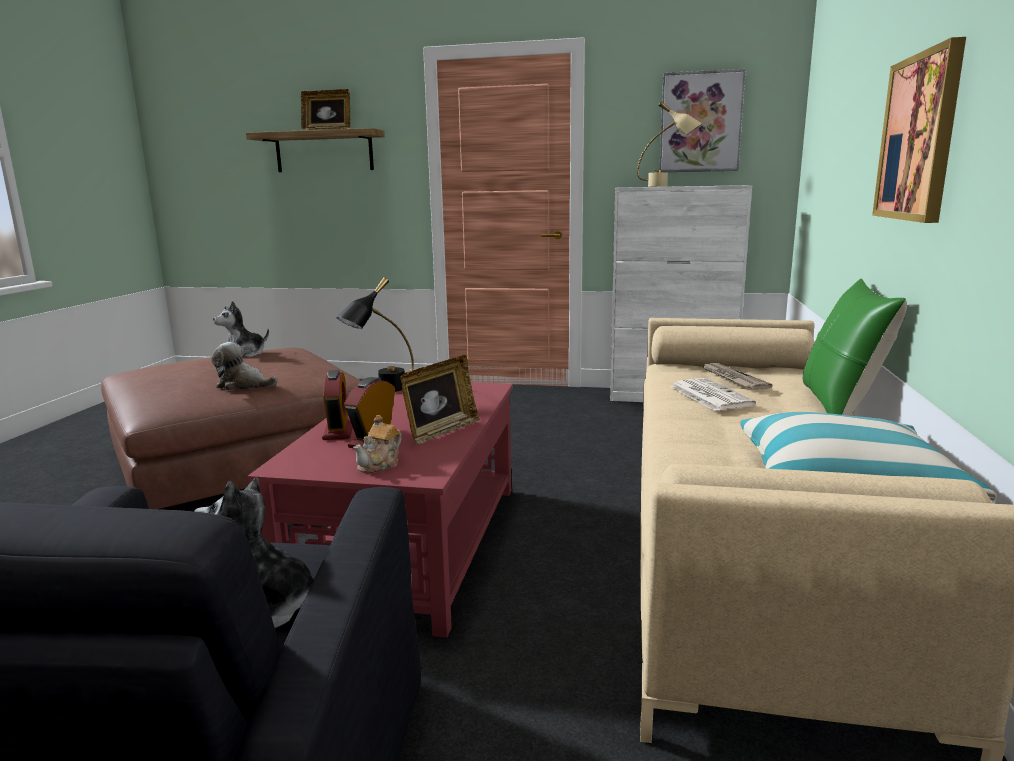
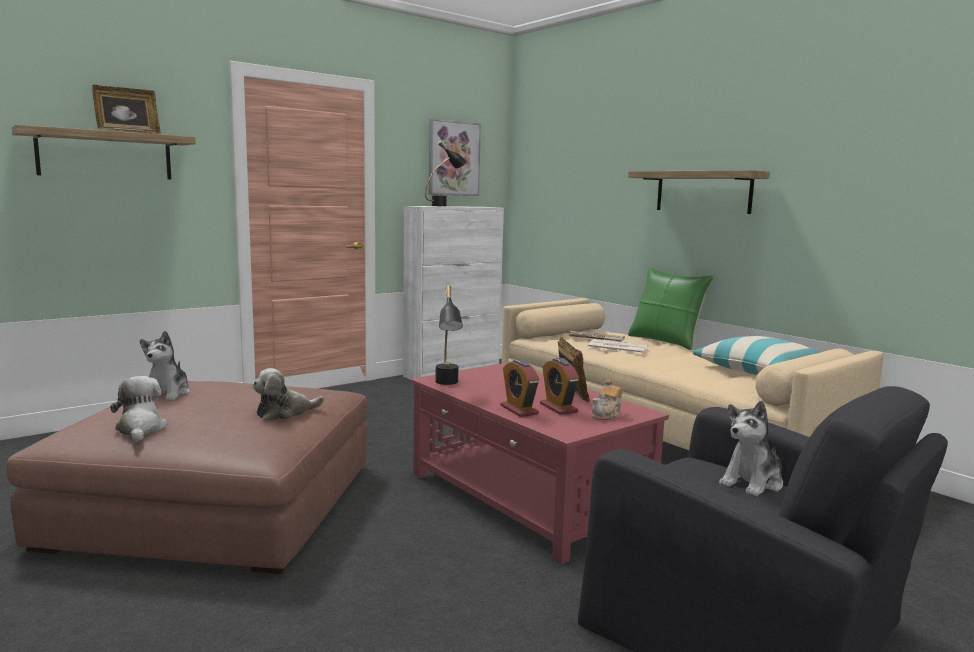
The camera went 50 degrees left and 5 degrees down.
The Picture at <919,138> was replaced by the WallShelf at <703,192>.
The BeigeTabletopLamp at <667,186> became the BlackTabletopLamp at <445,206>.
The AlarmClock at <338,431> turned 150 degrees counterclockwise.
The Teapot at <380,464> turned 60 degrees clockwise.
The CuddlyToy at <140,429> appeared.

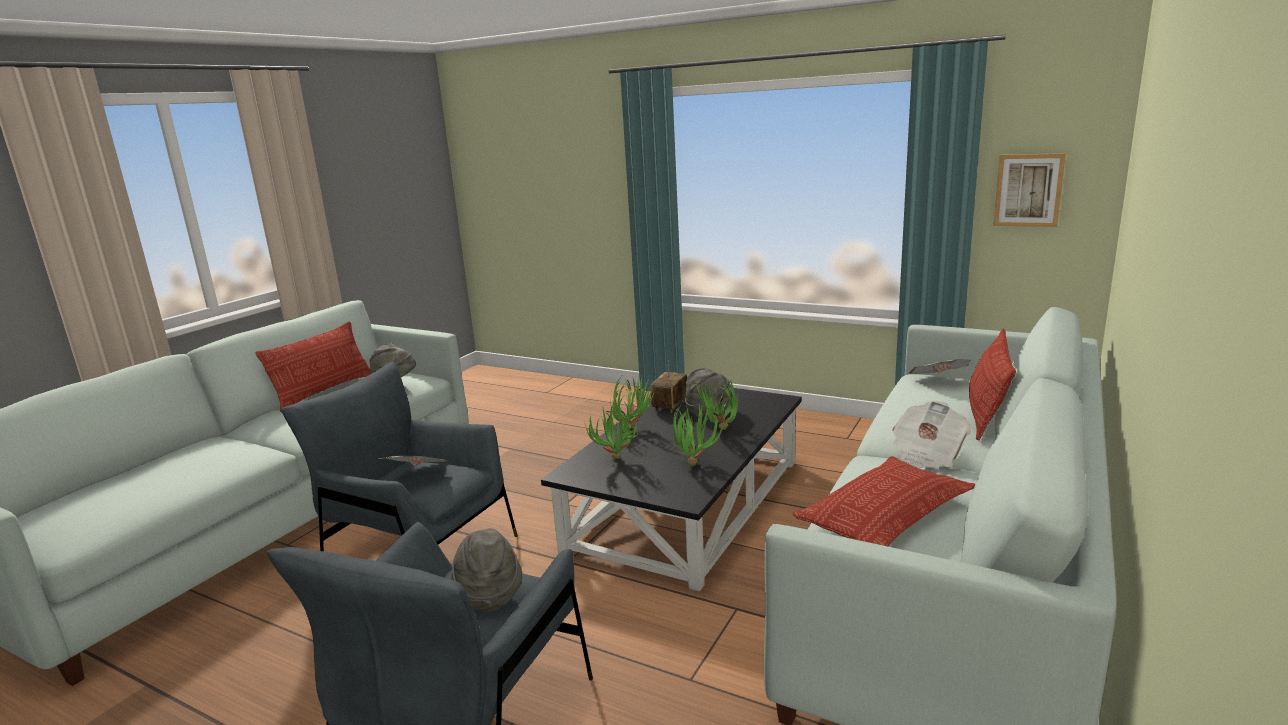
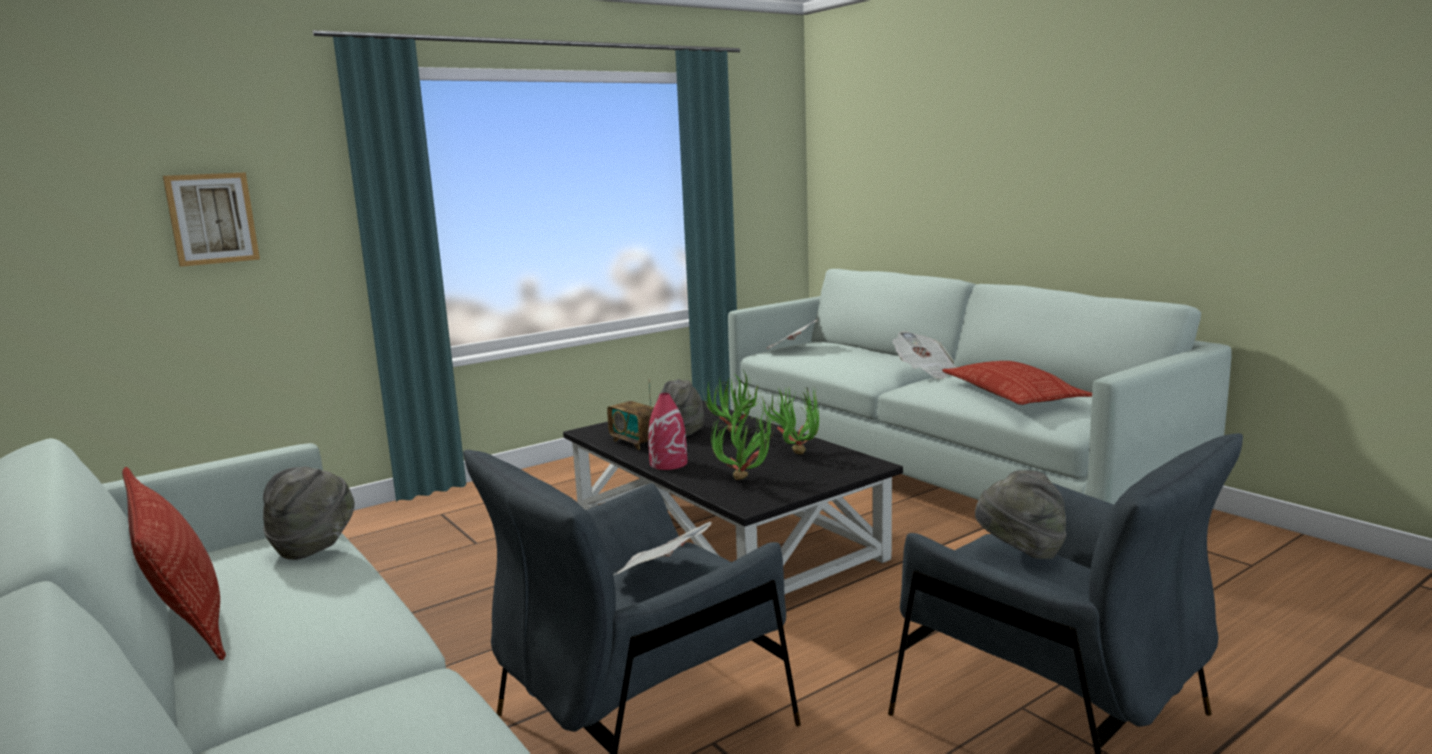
The camera went 65 degrees left and 5 degrees down.
The Picture moved from <1028,190> to <212,218>.
The Cushion at <986,414> disappeared.
The Houseplant at <633,428> was replaced by the ReddishVase at <668,463>.

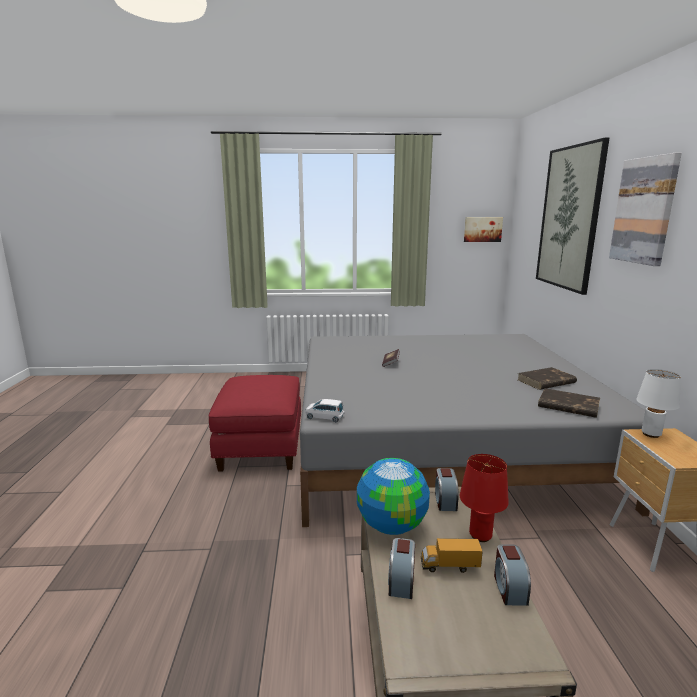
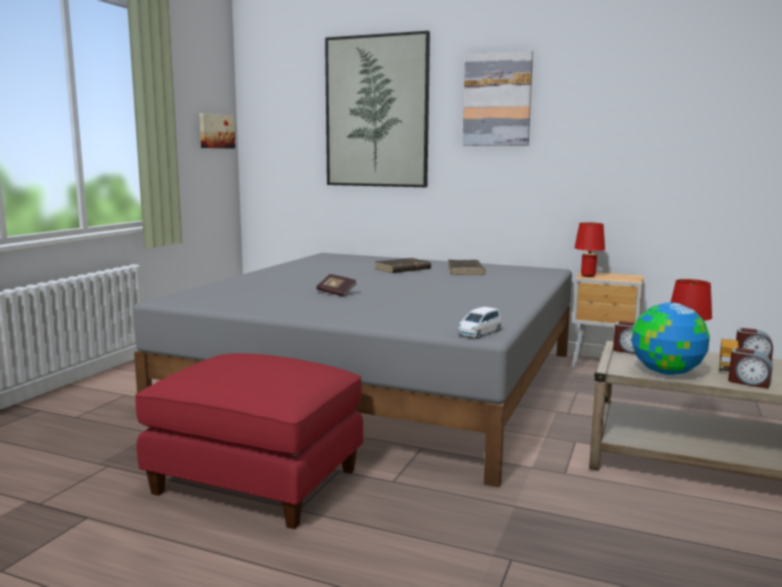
The camera went 65 degrees left and 5 degrees down.
The WhiteTabletopLamp at <650,434> became the ReddishTabletopLamp at <587,276>.
The BrownishBook moved from <567,406> to <402,269>.

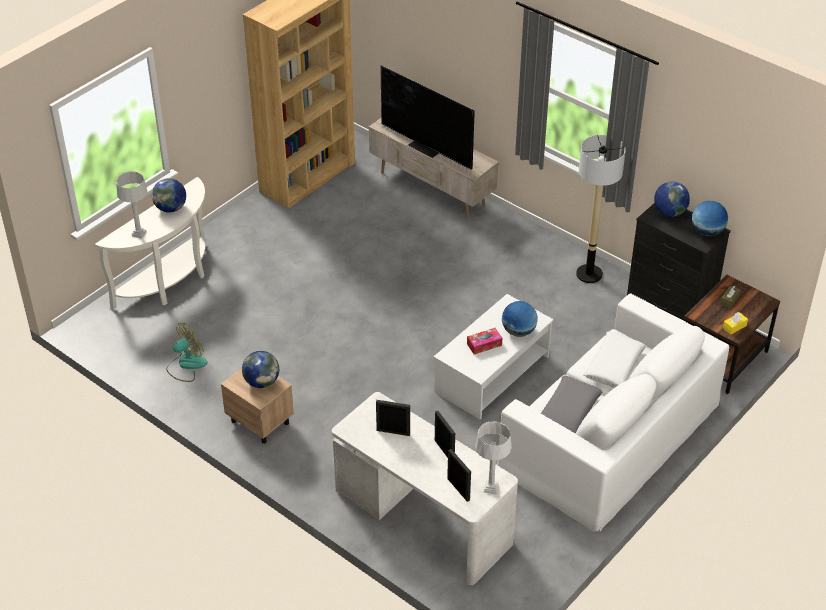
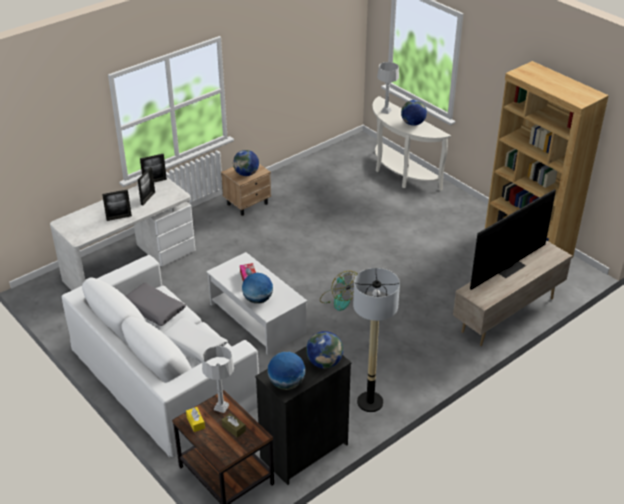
The camera went 100 degrees right and 5 degrees down.
The Fan moved from <186,365> to <339,299>.
The GreyishTabletopLamp moved from <490,488> to <221,407>.
The StandingFrame moved from <458,489> to <155,181>.

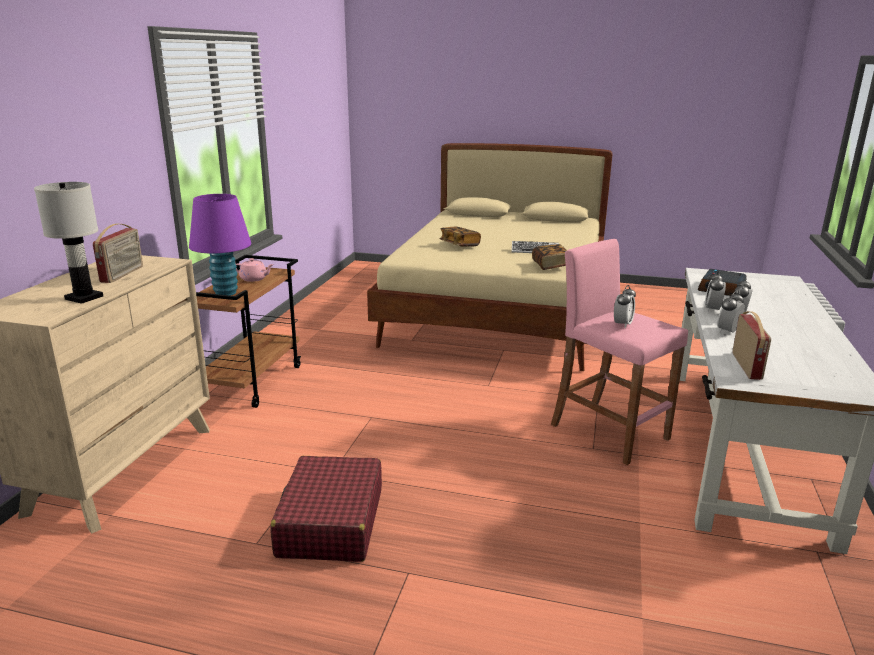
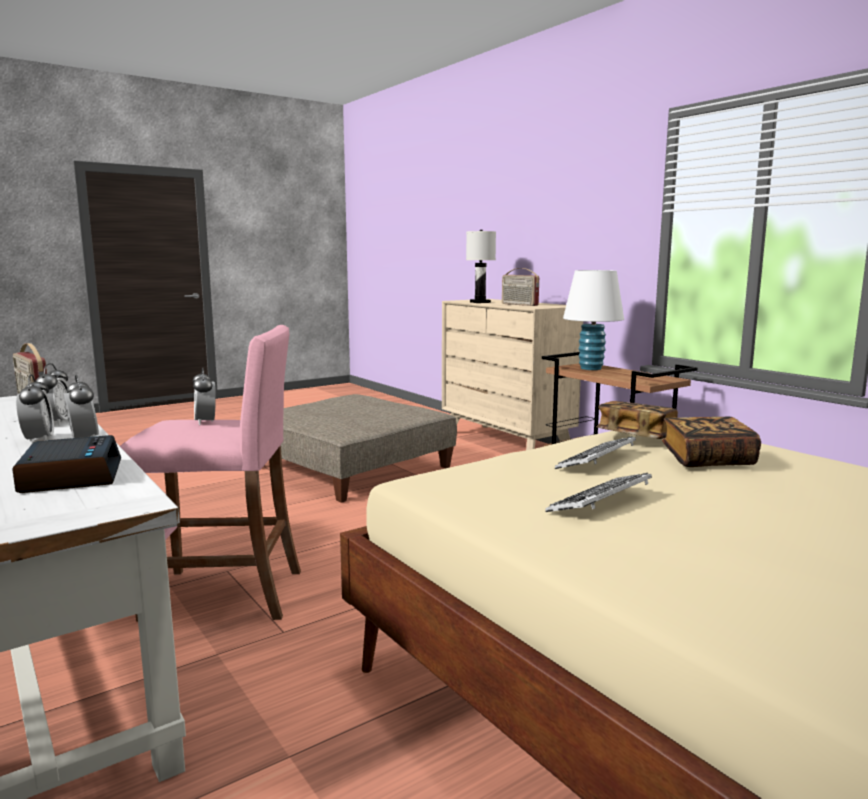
The camera went 130 degrees right and 10 degrees down.
The PurpleTabletopLamp at <226,293> became the WhiteTabletopLamp at <591,368>.
The Book moved from <550,266> to <636,436>.
The PinkColouredTeapot at <254,279> disappeared.
The ReddishTravelCase at <330,523> was replaced by the BeigeFootrest at <351,468>.
The PcKeyboard at <597,460> appeared.

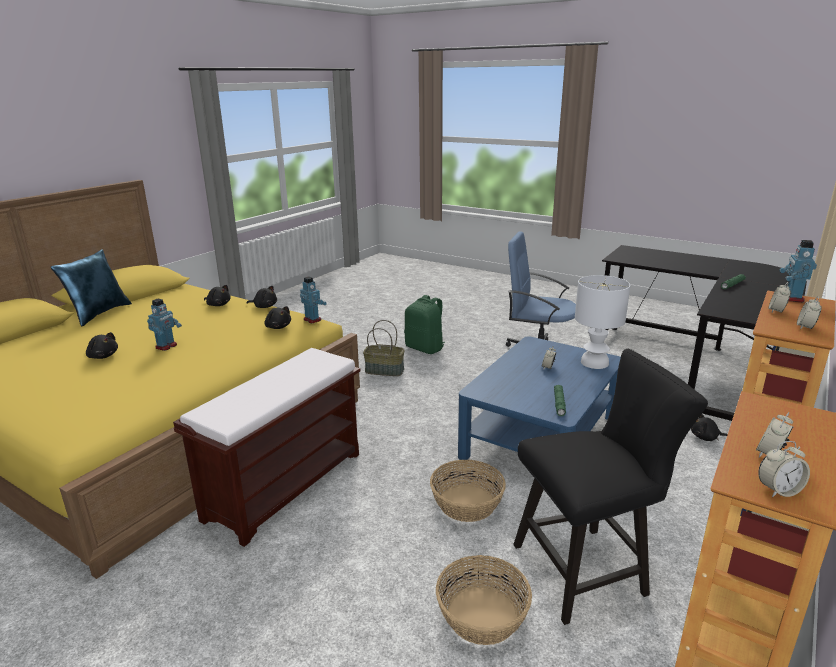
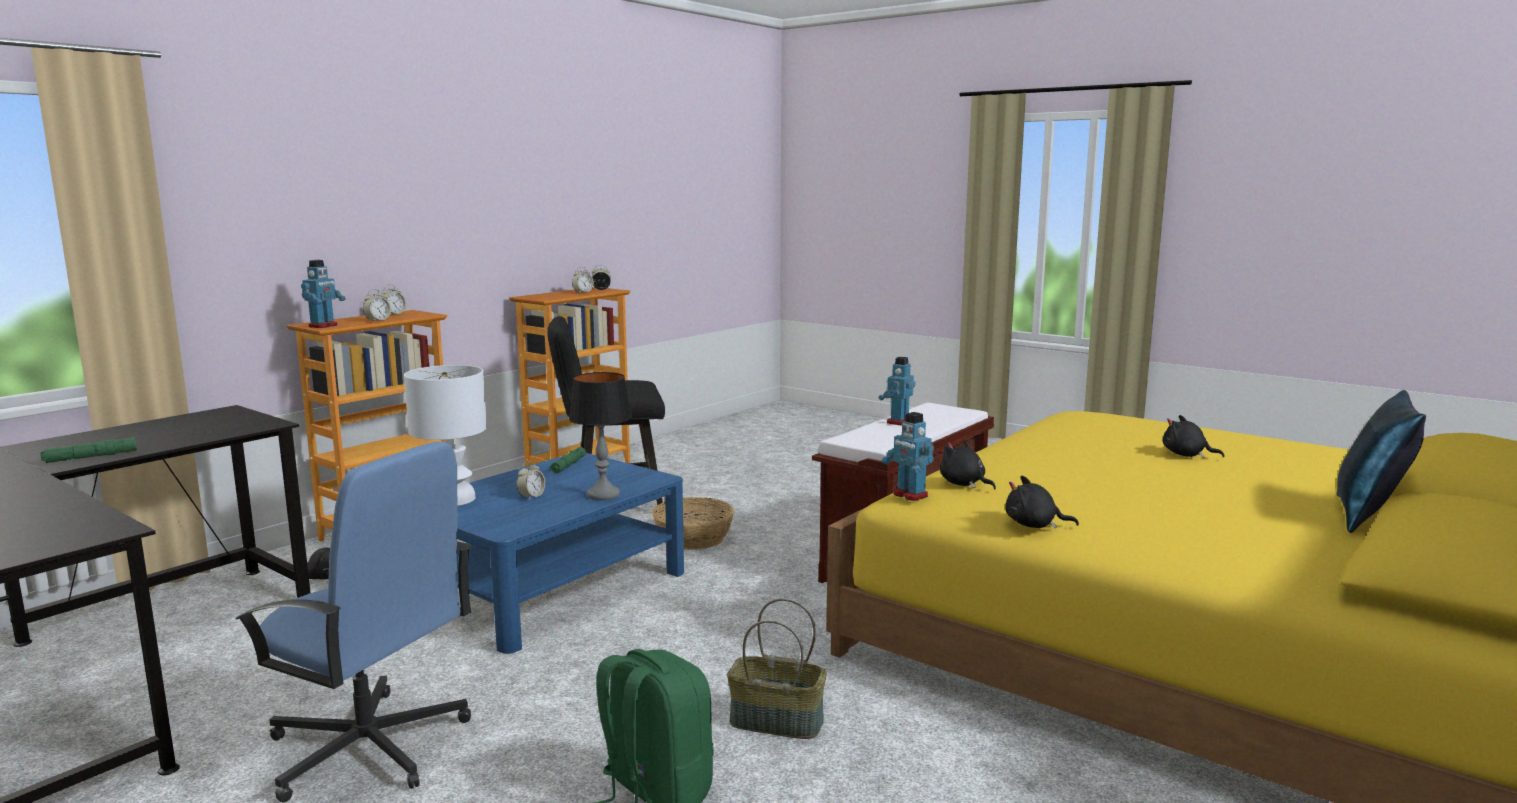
The camera went 175 degrees left and 10 degrees down.
The BlackCuddlyToy at <218,305> disappeared.
The RobotFigure moved from <166,346> to <898,422>.
The HouseholdBasket at <482,615> disappeared.
The TabletopLamp at <603,494> appeared.

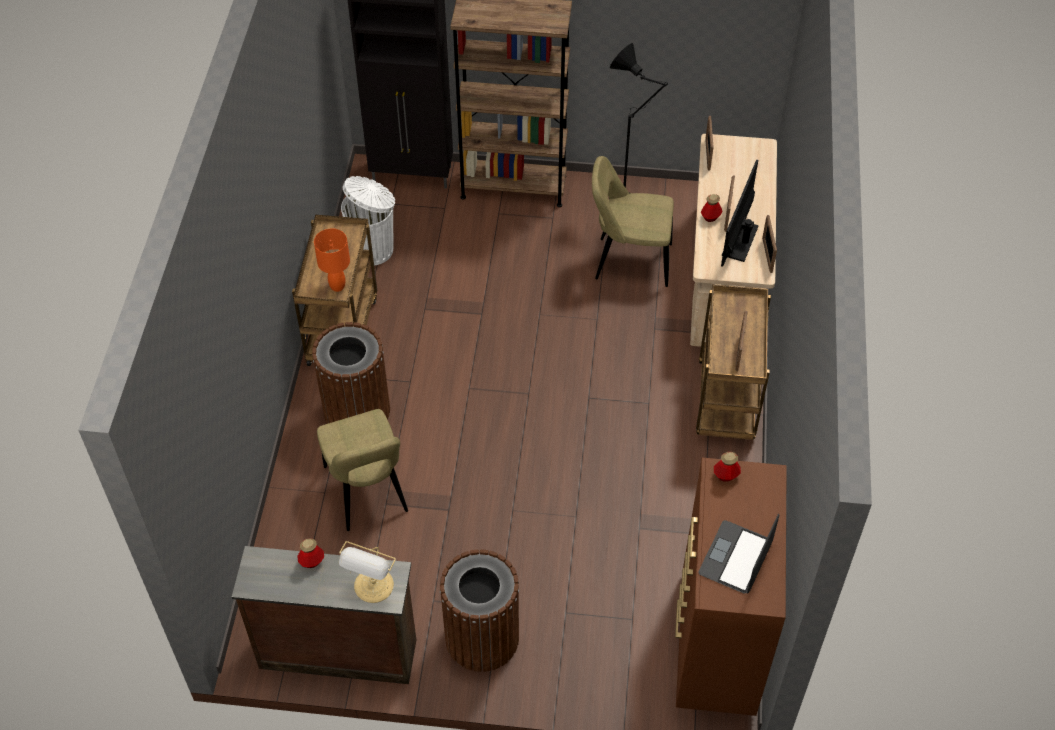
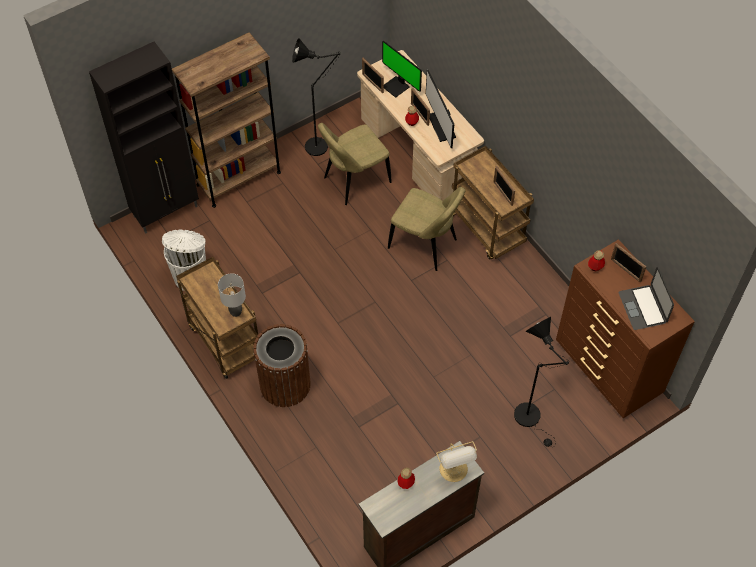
The camera went 40 degrees left and 5 degrees up.
The StandingFrame moved from <767,255> to <625,270>.
The OrangeColouredTabletopLamp at <338,286> became the GreyishTabletopLamp at <236,311>.
The BeigeChair moved from <367,493> to <425,245>.
The BrownishRubbishBin at <481,638> disappeared.
The ComputerDisplay at <397,86> appeared.
The BlackStandardLamp at <531,418> appeared.

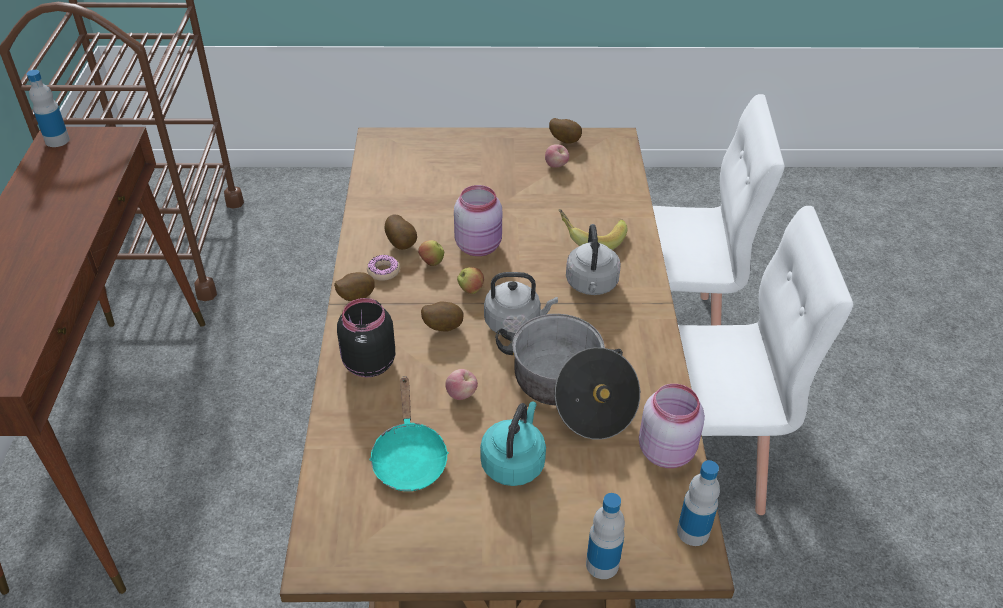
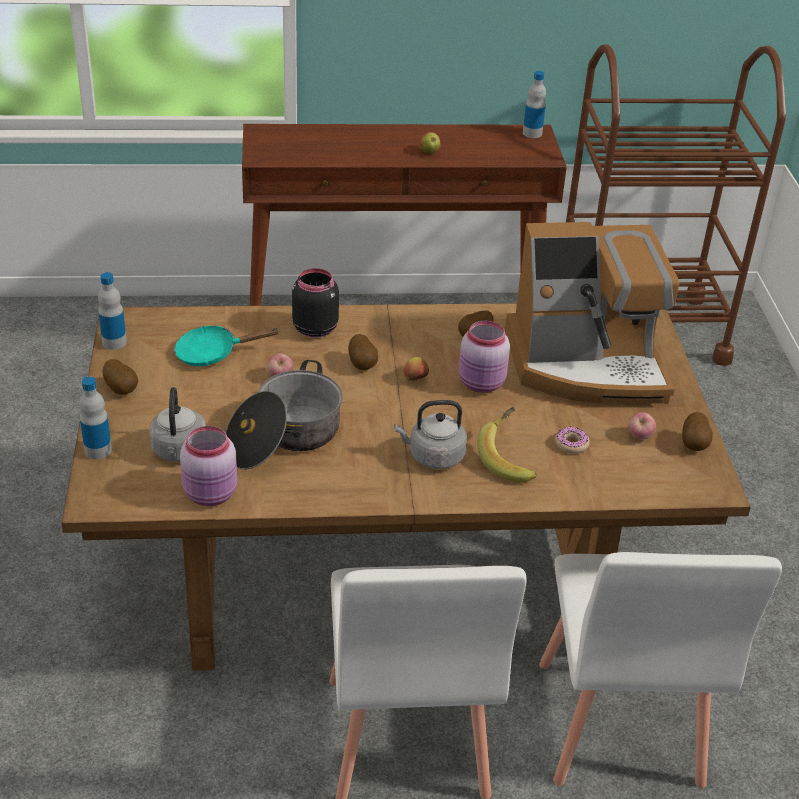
The camera went 85 degrees right and 5 degrees down.
The WholeApple moved from <431,263> to <429,153>.
The RingDoughnut moved from <383,271> to <571,444>.
The Potato moved from <355,297> to <122,389>.
The GreyishWaterKettle moved from <515,323> to <179,452>.
The TurquoiseWaterKettle at <514,462> disappeared.
The Bottle moved from <693,532> to <114,342>.
The CoffeeBrewer at <586,365> appeared.

